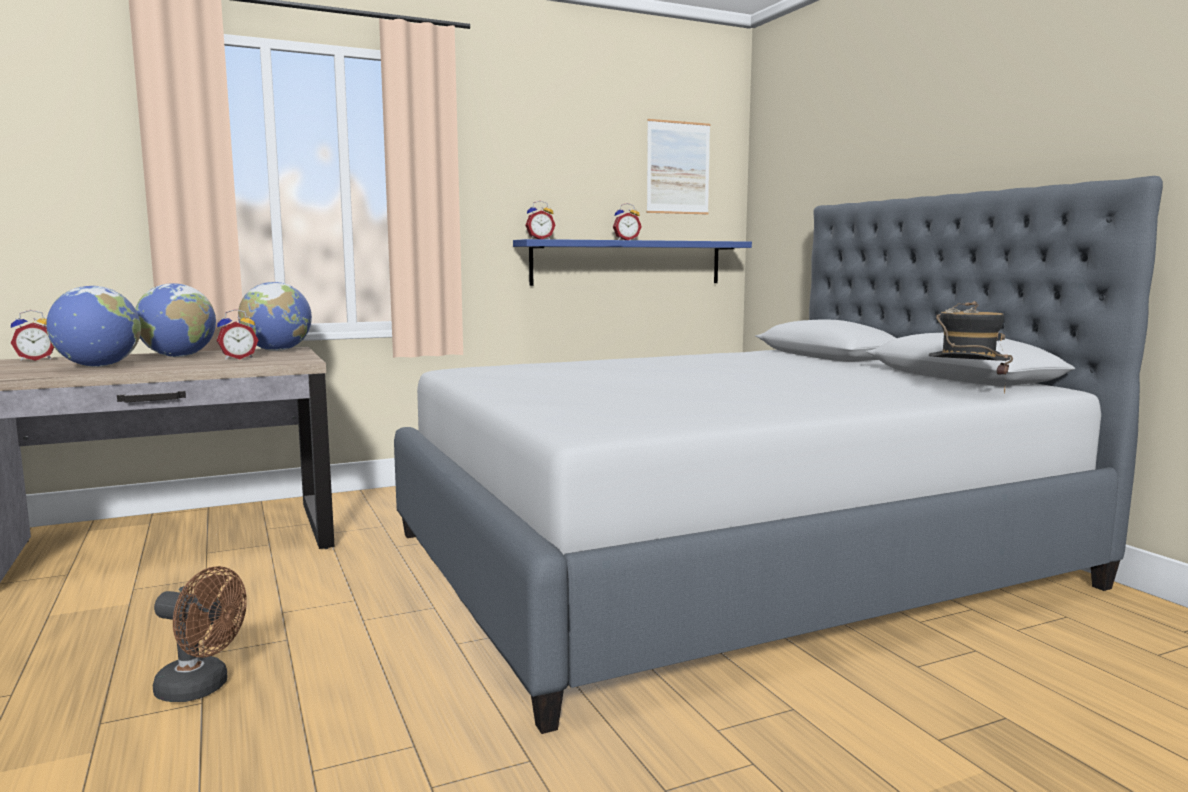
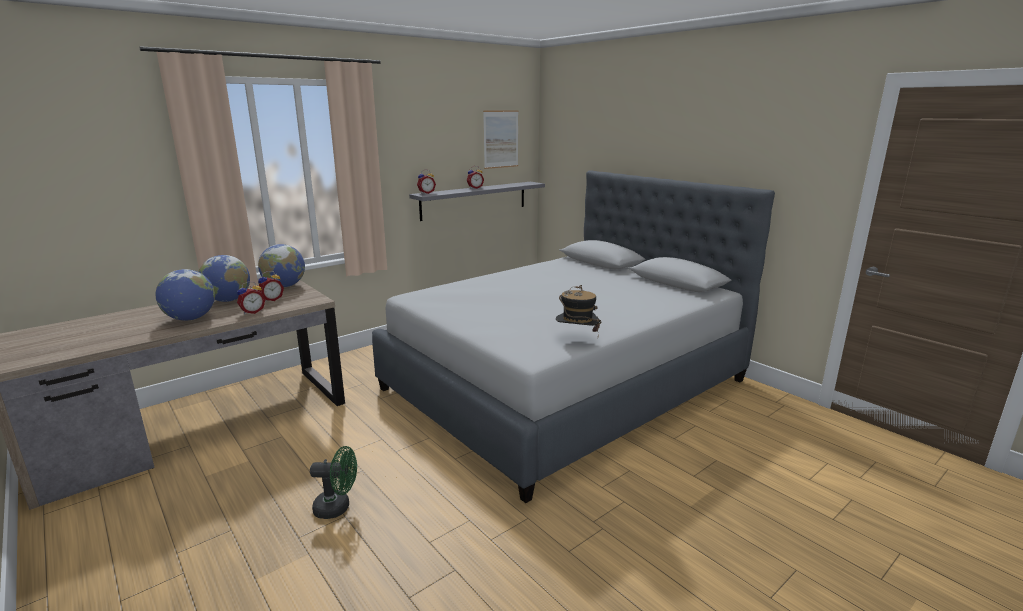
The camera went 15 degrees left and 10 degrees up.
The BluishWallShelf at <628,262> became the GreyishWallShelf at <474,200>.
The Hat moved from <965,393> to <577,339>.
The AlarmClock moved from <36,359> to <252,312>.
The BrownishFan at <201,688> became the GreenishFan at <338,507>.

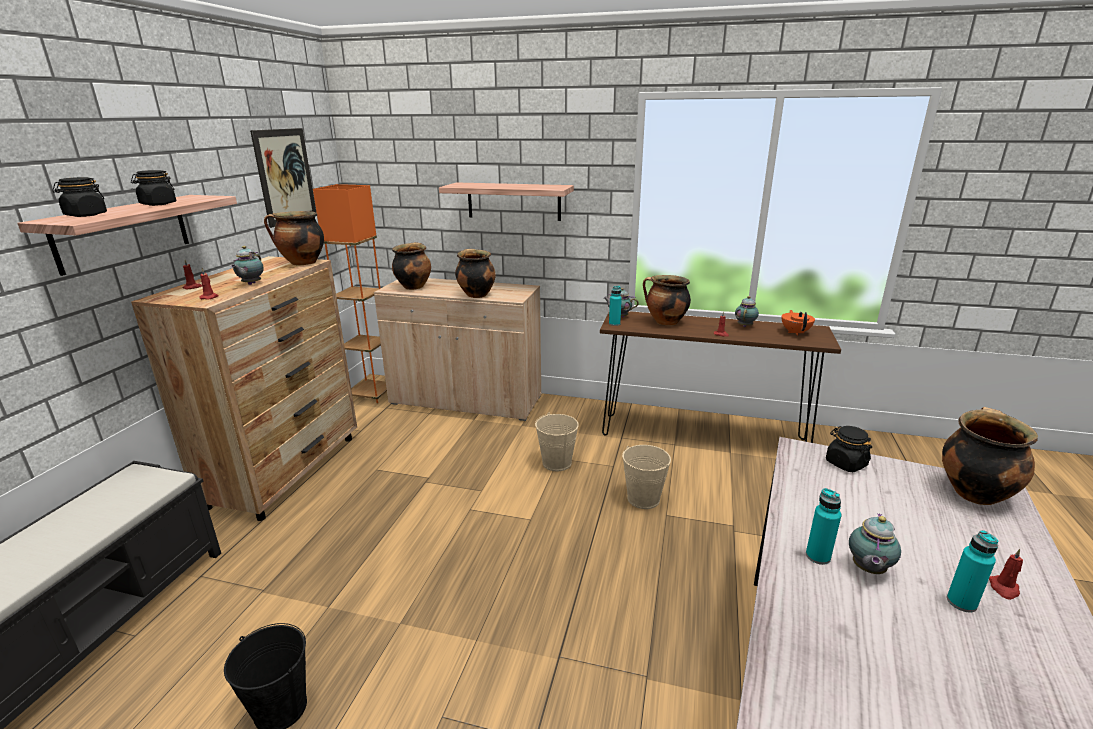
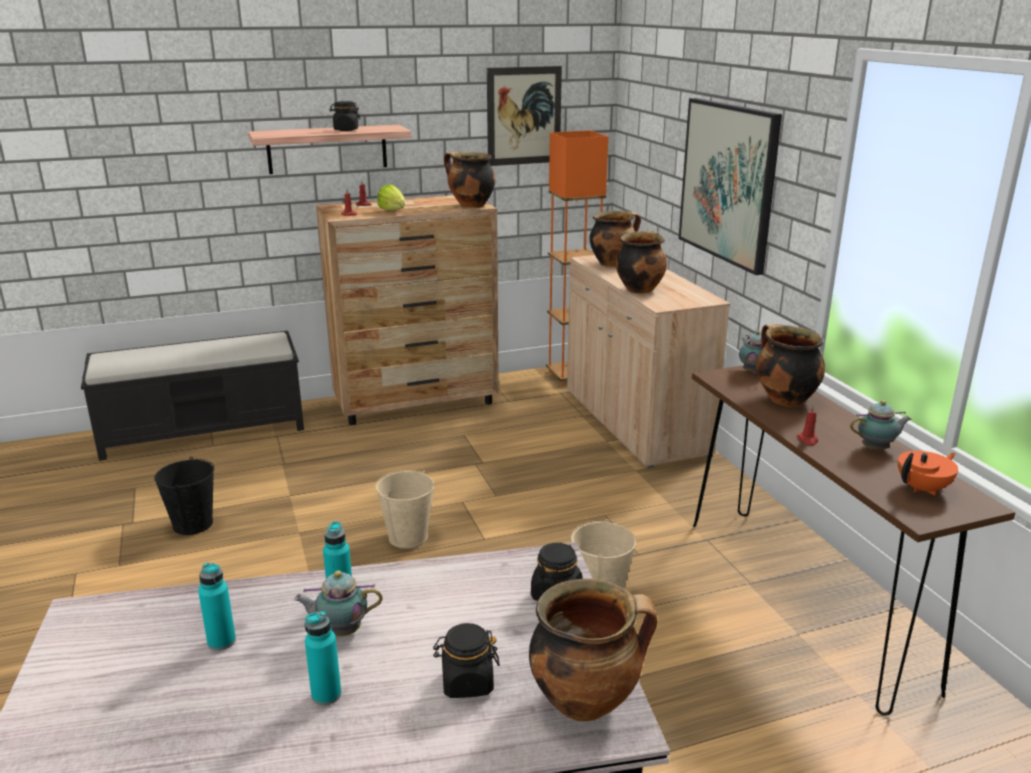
The camera went 55 degrees right and 0 degrees up.
The BlackPreserveJar moved from <85,215> to <467,682>.
The WallShelf at <513,201> was replaced by the Picture at <728,182>.
The Teapot at <250,284> was replaced by the LettuceHead at <394,212>.
The TurquoiseBottle moved from <614,324> to <221,641>.
The BeigePail moved from <557,463> to <408,537>.
The ReddishWaxCandle at <1004,588> disappeared.

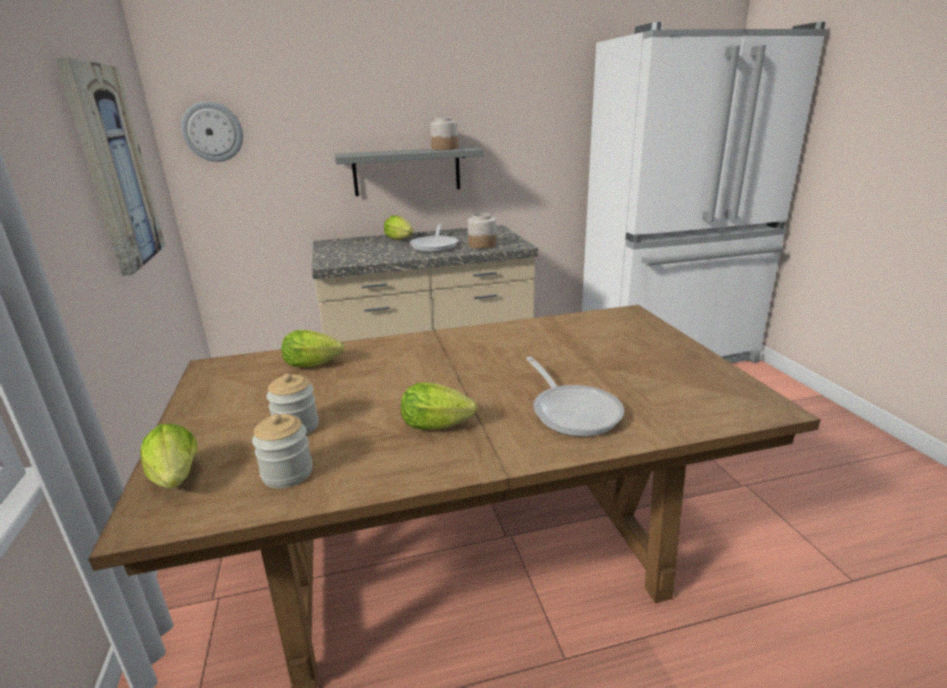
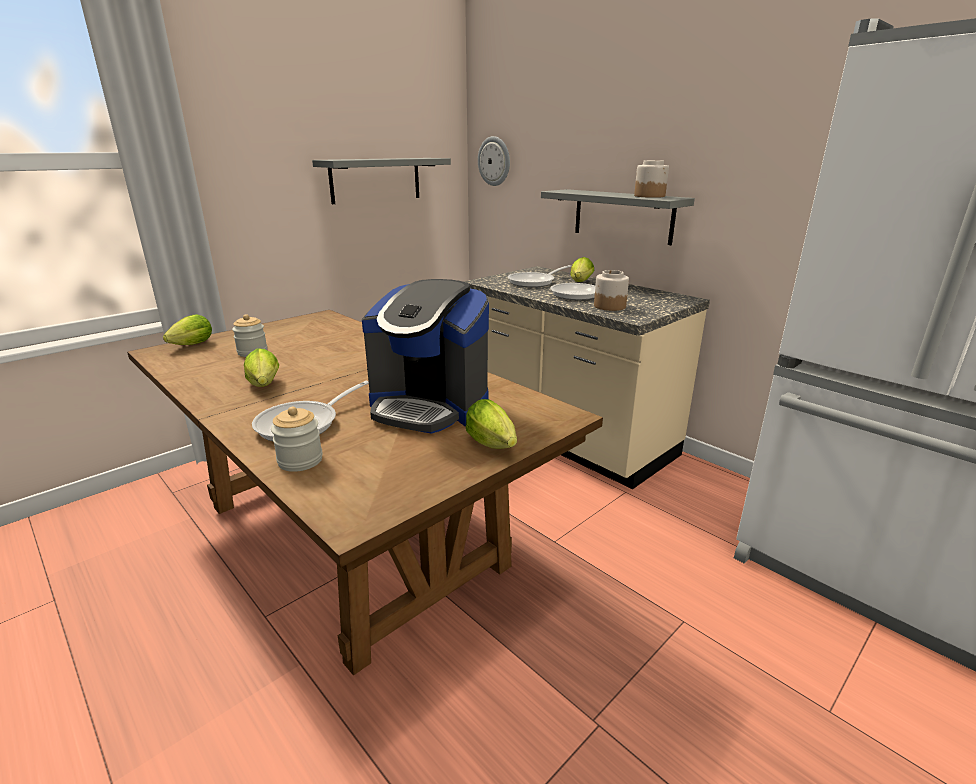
The camera went 60 degrees right and 0 degrees up.
The Picture at <114,168> was replaced by the GreyishWallShelf at <376,180>.
The LettuceHead moved from <316,364> to <493,446>.
The PreserveJar moved from <287,473> to <300,460>.
The FryingPan at <535,282> appeared.
The CoffeeBrewer at <429,406> appeared.

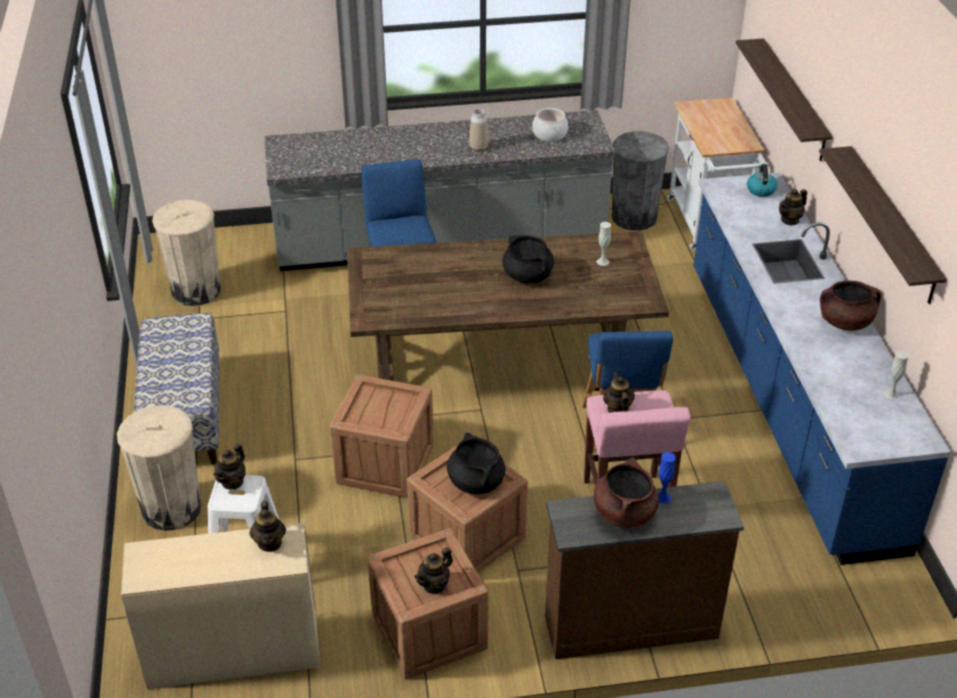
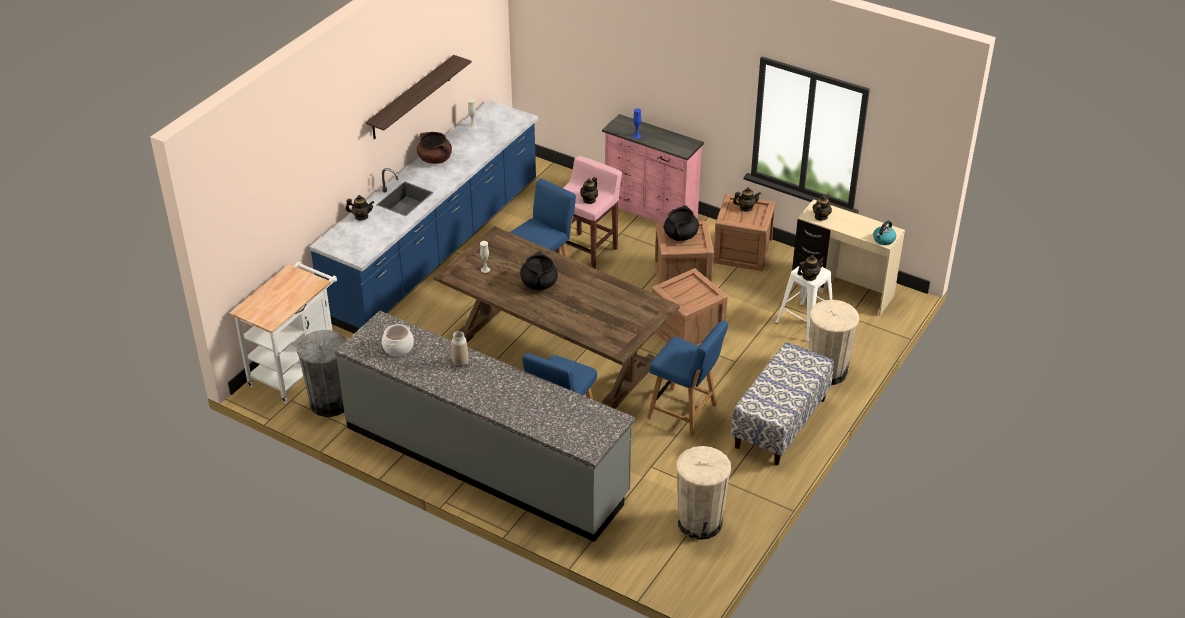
The camera went 140 degrees left and 0 degrees up.
The WallShelf at <793,100> disappeared.
The WaterKettle moved from <760,190> to <883,240>.
The BrownishCookingPot at <624,513> disappeared.
The BrownishDrawerChest at <629,625> became the PinkColouredDrawerChest at <650,211>.
The BluishChair at <685,413> appeared.

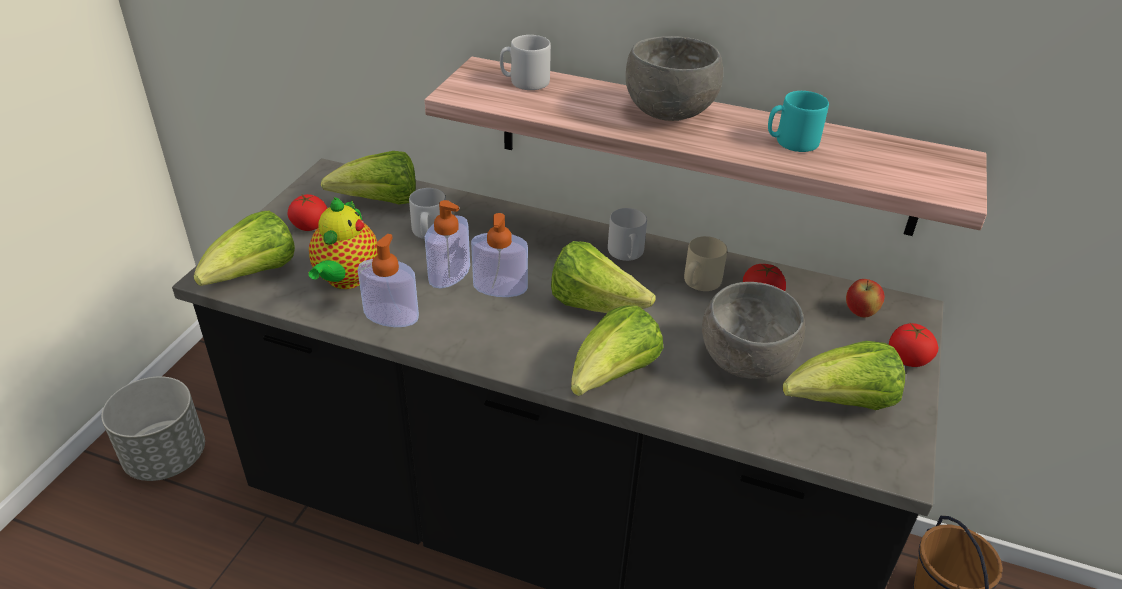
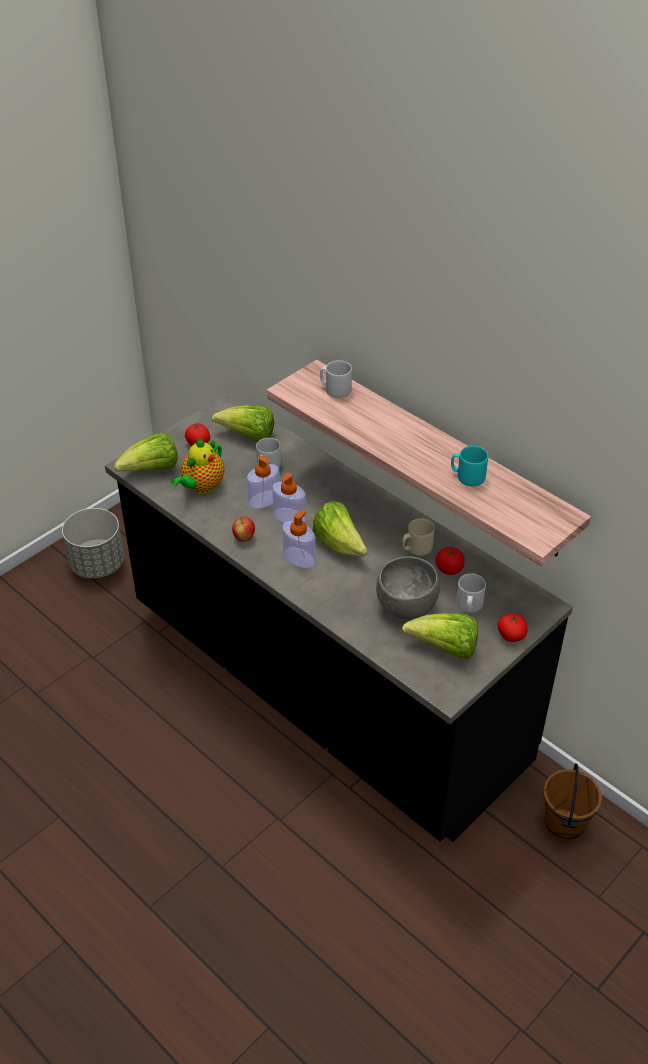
The camera went 25 degrees right and 5 degrees up.
The GreyishServingBowl at <670,113> disappeared.
The GreyishTeaMug moved from <626,253> to <469,606>.
The SoapDispenser moved from <391,315> to <299,557>.
The WholeApple moved from <860,313> to <244,538>.
The LettuceHead at <613,376> disappeared.

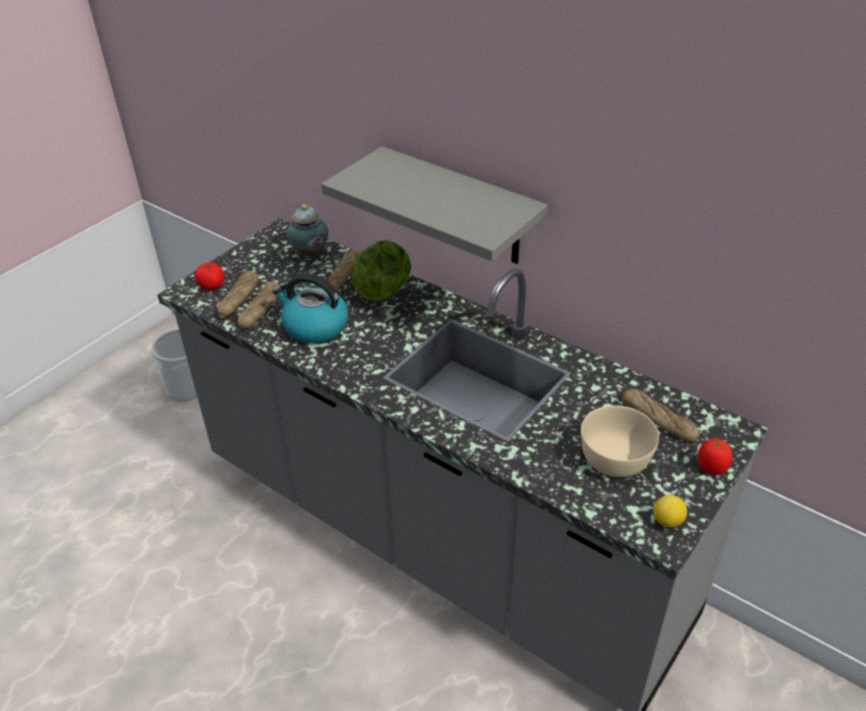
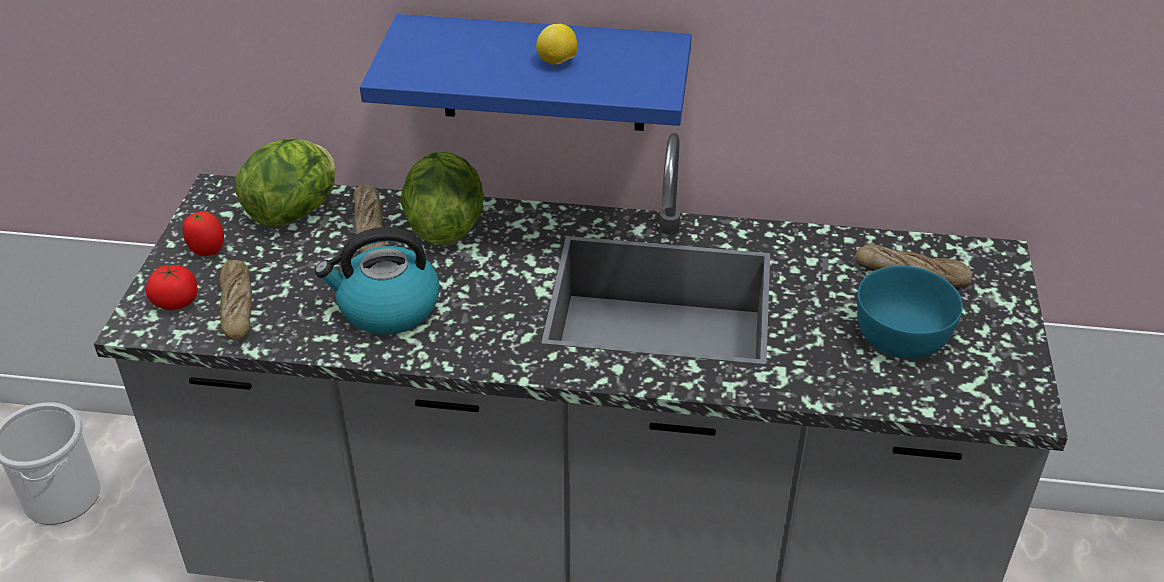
The camera went 30 degrees left and 0 degrees up.
The GreyishWallShelf at <460,207> became the BluishWallShelf at <543,73>.
The Teapot at <311,255> was replaced by the LettuceHead at <295,211>.
The Bread at <261,310> disappeared.
The BeigeServingBowl at <614,457> became the TurquoiseServingBowl at <899,335>.
The FreshTomato moved from <711,468> to <207,250>.
The Lemon moved from <667,521> to <557,63>.

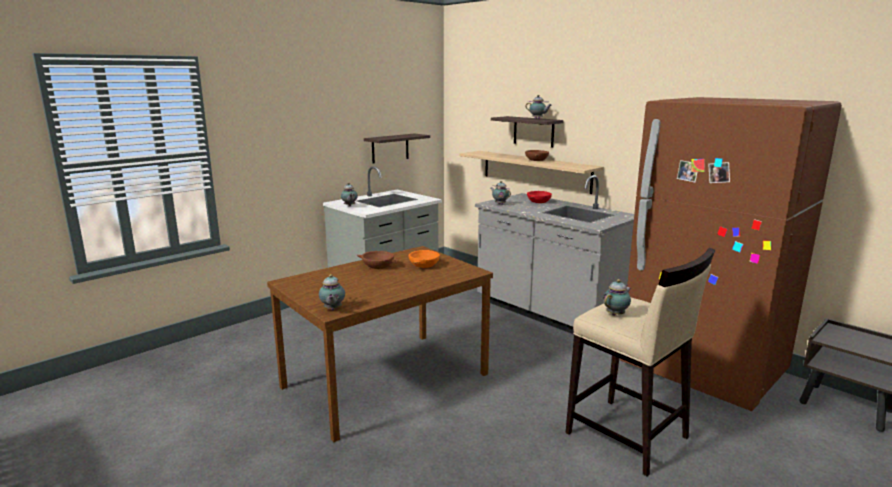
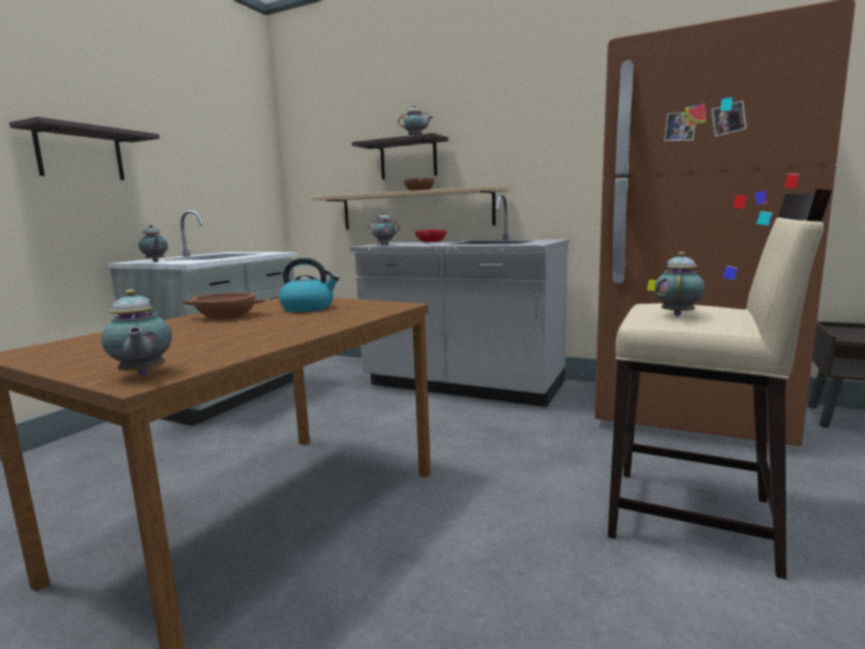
The camera went 20 degrees left and 5 degrees down.
The WallShelf moved from <390,148> to <80,154>.
The OrangeColouredServingBowl at <424,265> was replaced by the WaterKettle at <308,308>.

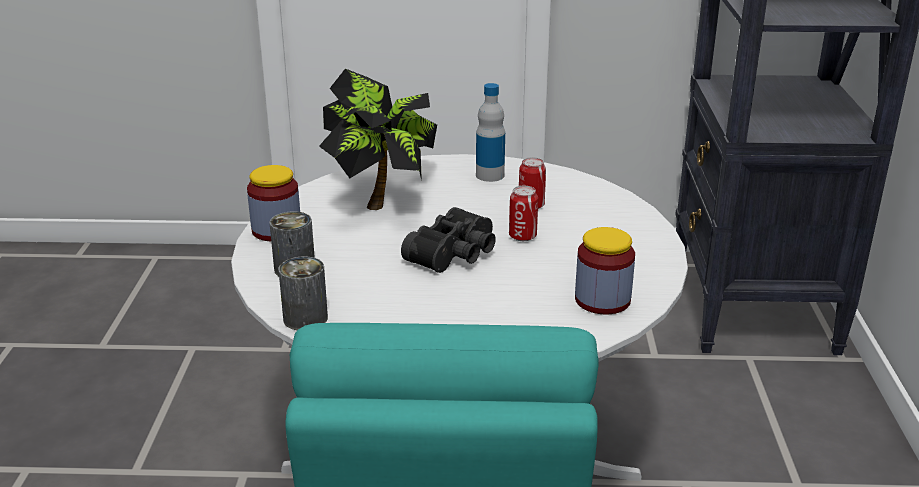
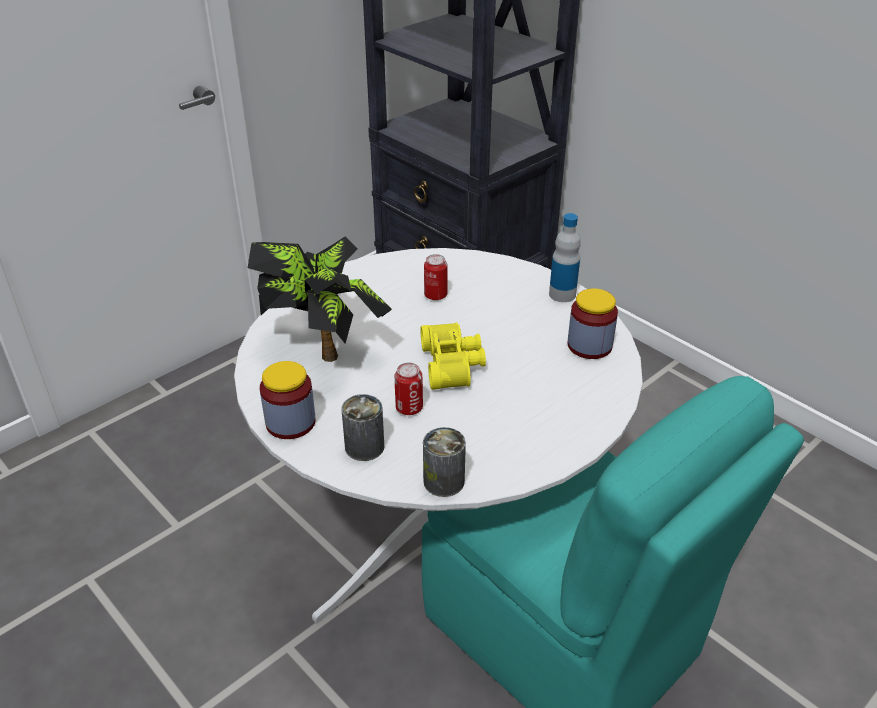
The camera went 45 degrees left and 10 degrees up.
The Bottle moved from <490,175> to <562,294>.
The MetalCan moved from <522,236> to <409,408>.
The BlackFieldGlasses at <456,255> became the YellowFieldGlasses at <453,364>.

